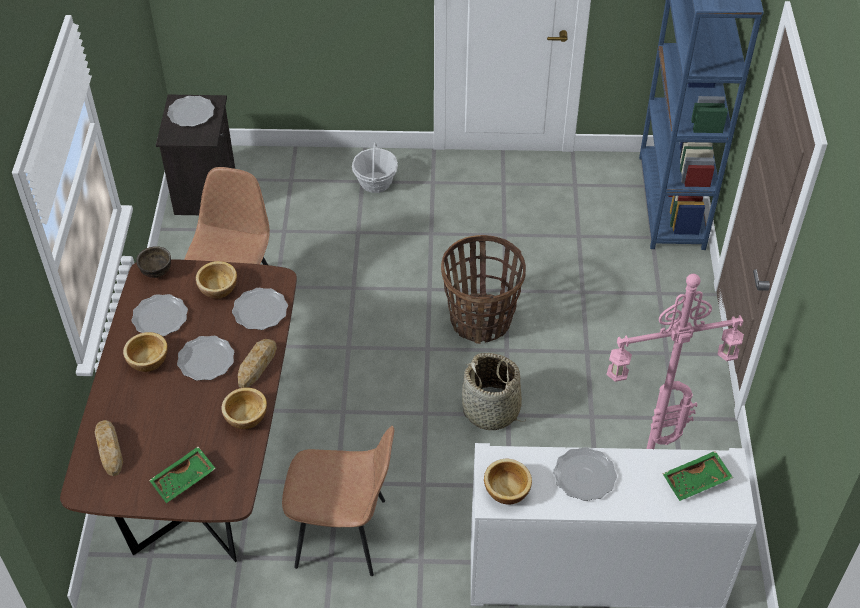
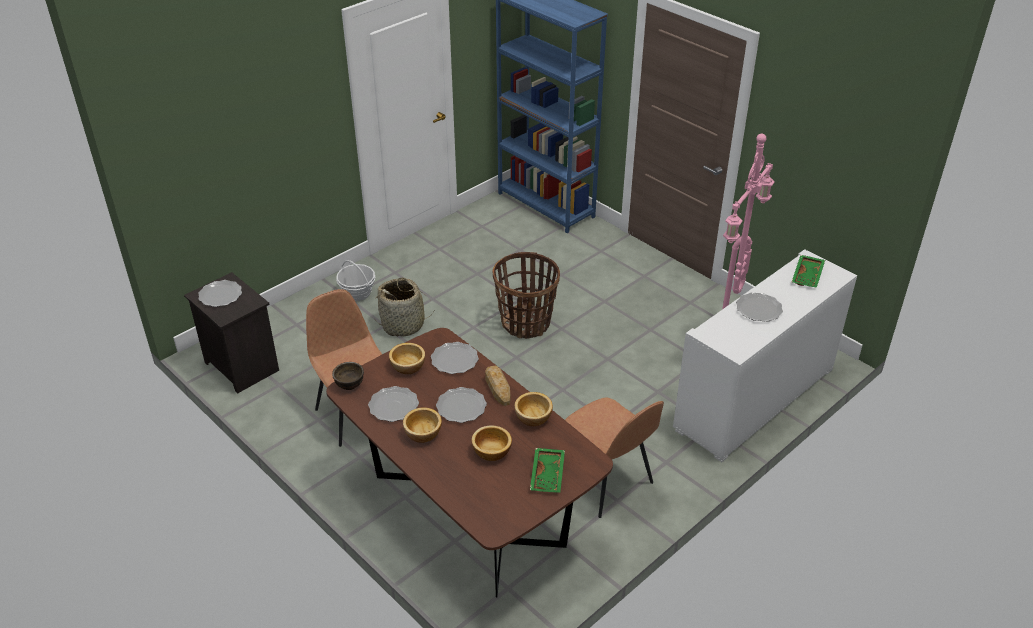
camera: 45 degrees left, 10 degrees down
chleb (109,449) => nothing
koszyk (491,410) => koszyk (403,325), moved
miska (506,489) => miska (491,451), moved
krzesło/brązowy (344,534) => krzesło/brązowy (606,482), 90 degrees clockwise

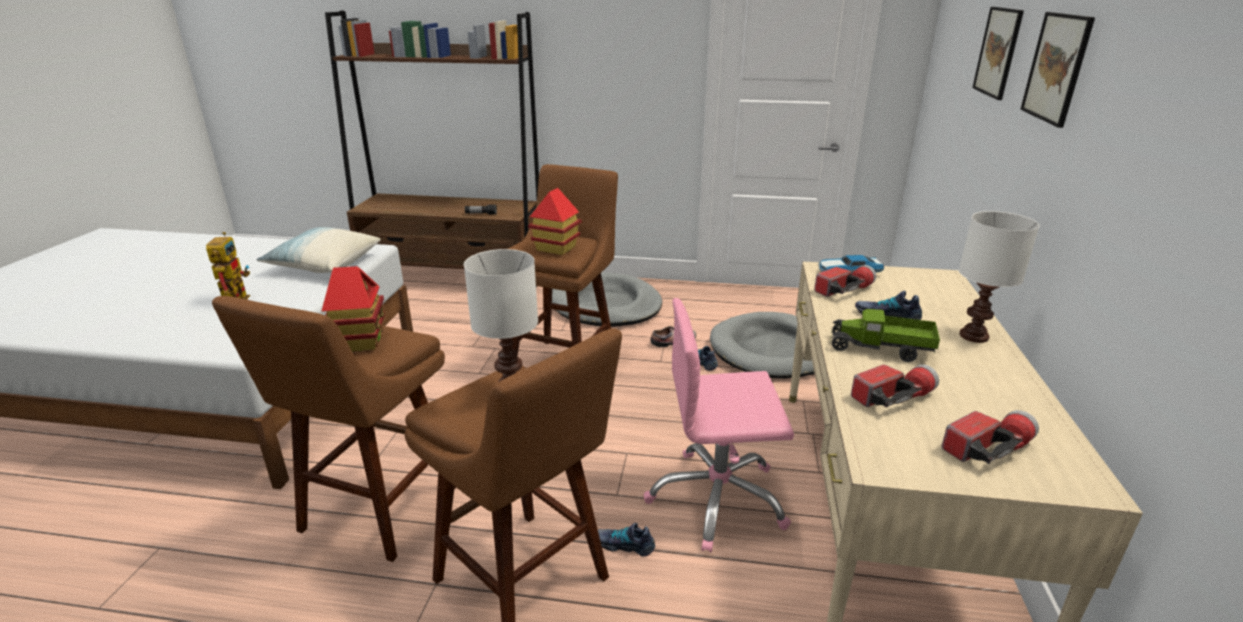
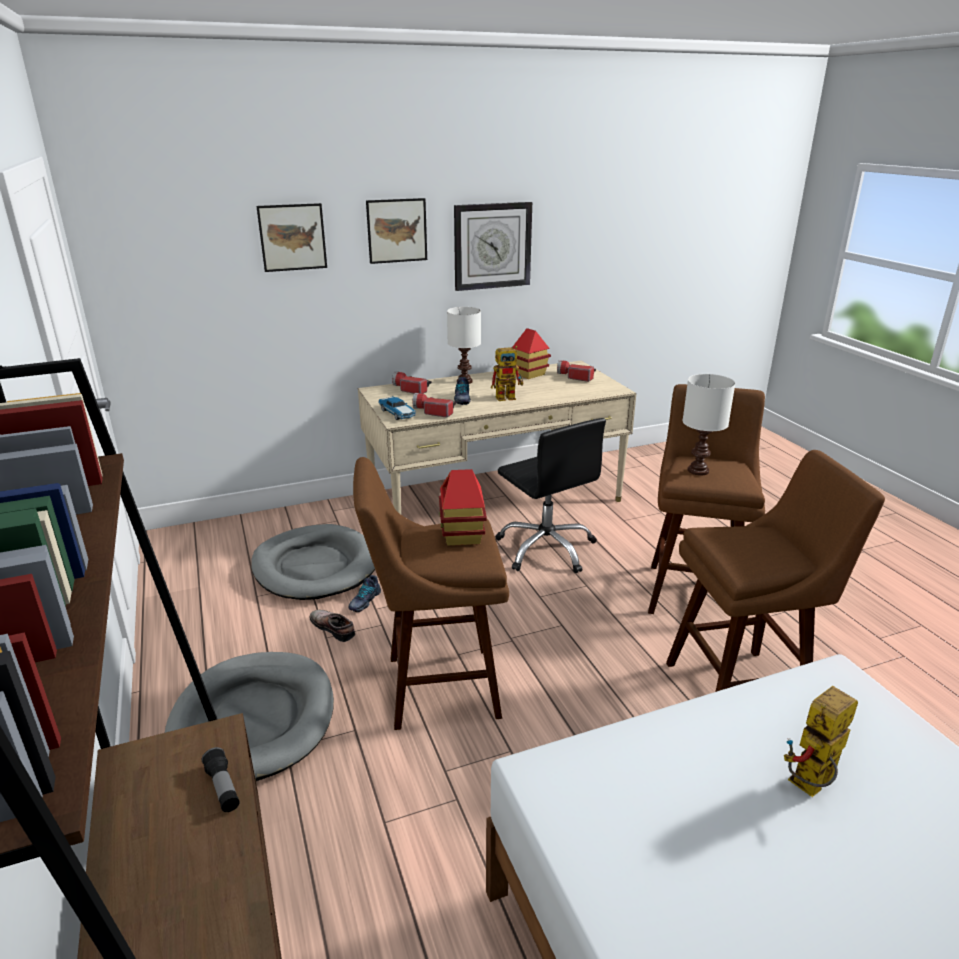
camera: 120 degrees left, 0 degrees up
poduszka (324,265) => nothing
but (623,544) => nothing
nothing => zegar ścienny (492,246)
domek (360,341) => domek (529,374), moved
latarka (893,397) => latarka (409,389), moved
ciężarówka zabawkowa (881,349) => robot zabawkowy (509,397)
krzesło biurowe/różowy (717,499) => krzesło biurowe/czarny (546,548)

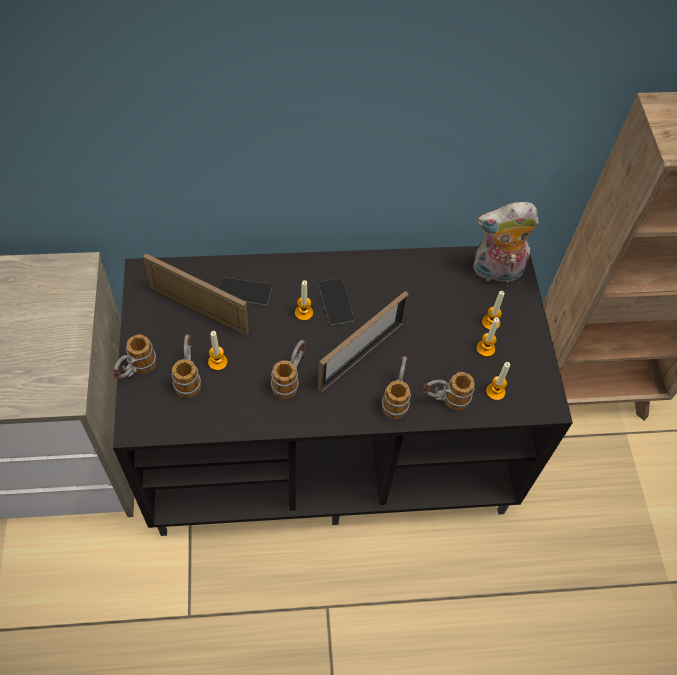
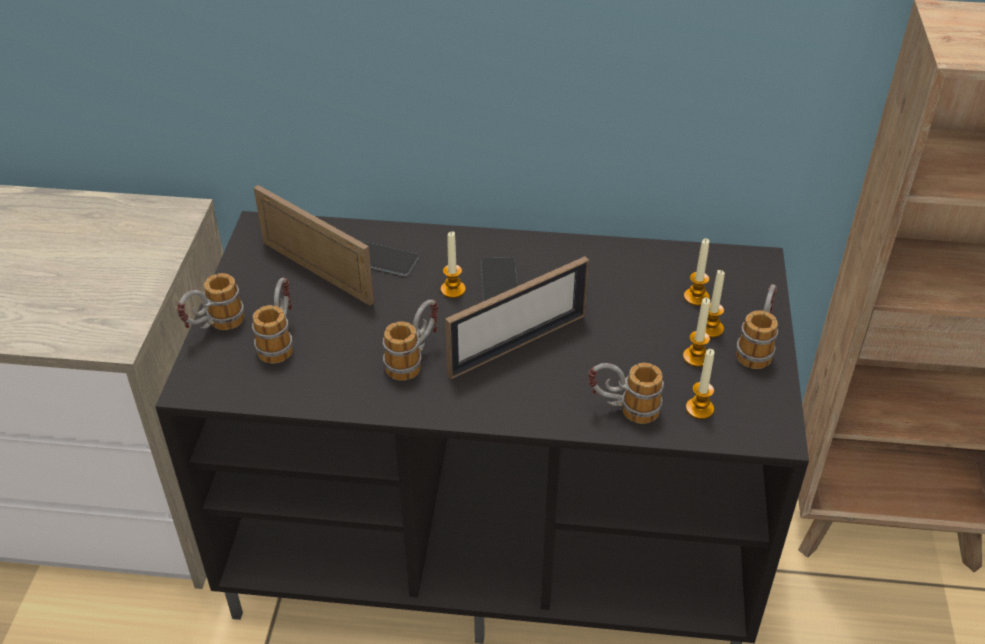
camera: 15 degrees right, 15 degrees down
pluszak (496,272) => nothing
świeca (217,362) => świeca (696,297), moved
kubek (396,396) => kubek (757,346), moved

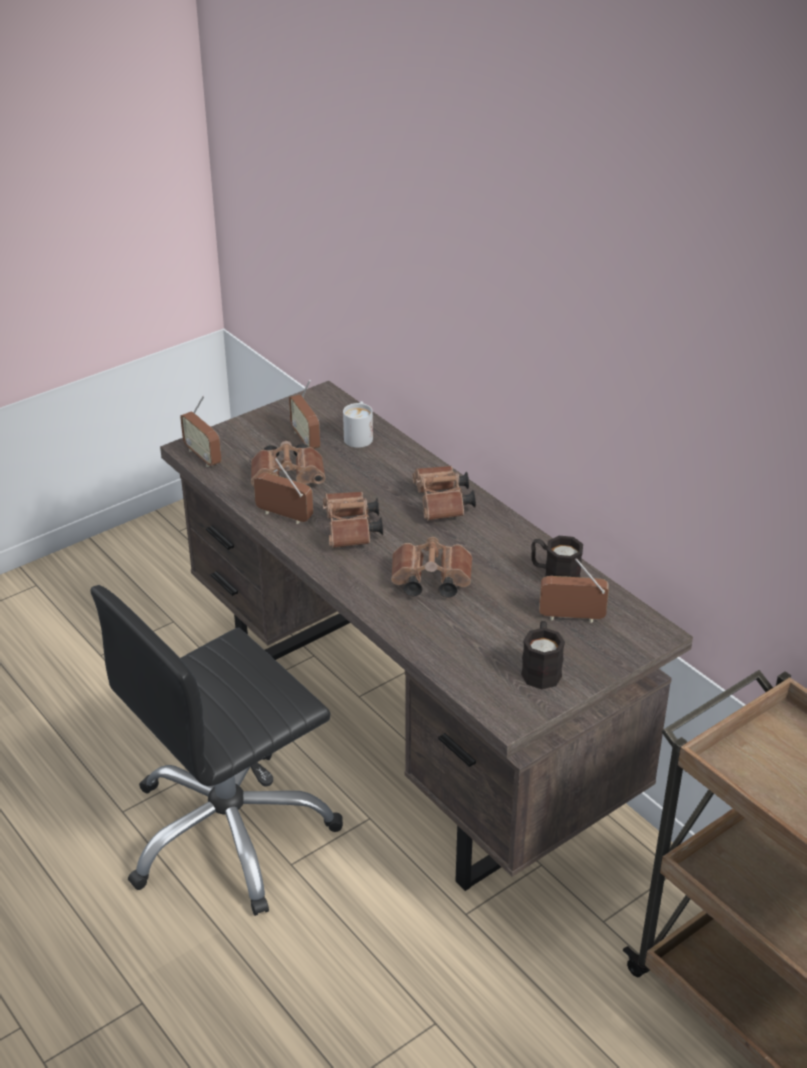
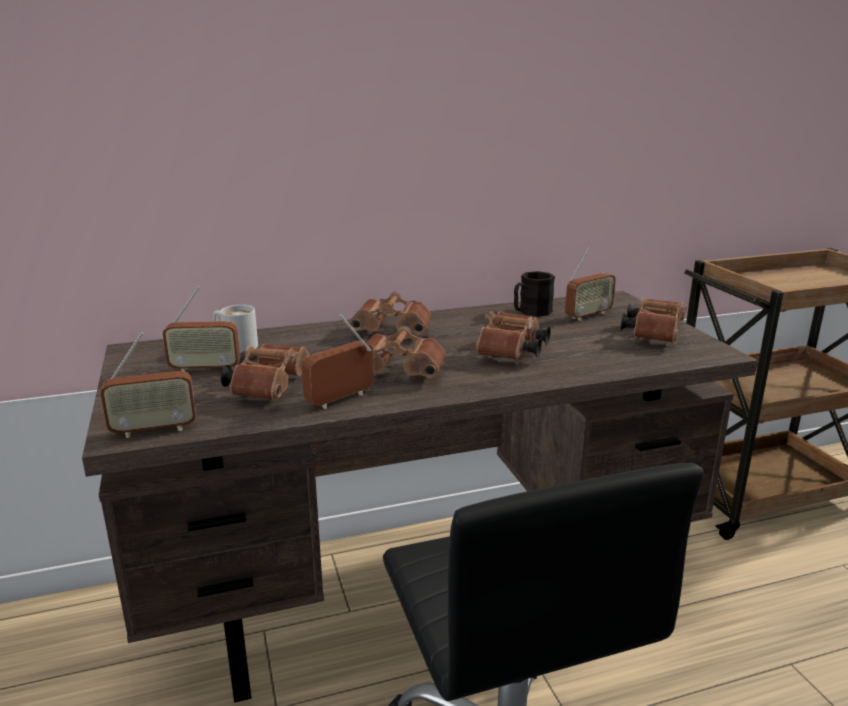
camera: 70 degrees left, 15 degrees down
kubek/czarny (541,669) => lornetka/brązowy (653,334)
radio (571,617) => radio (588,315), 150 degrees counterclockwise

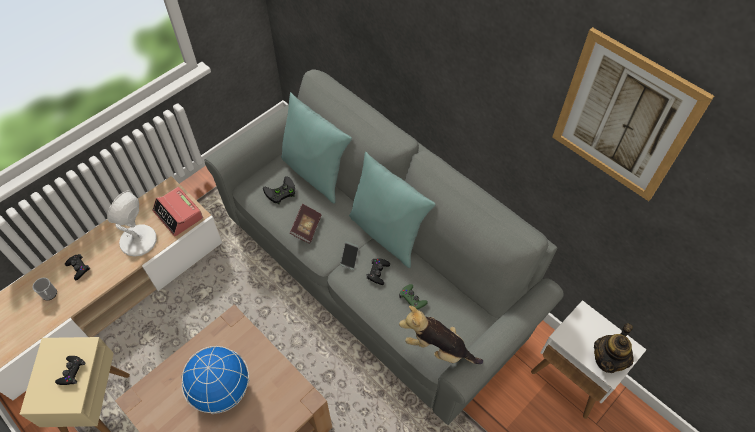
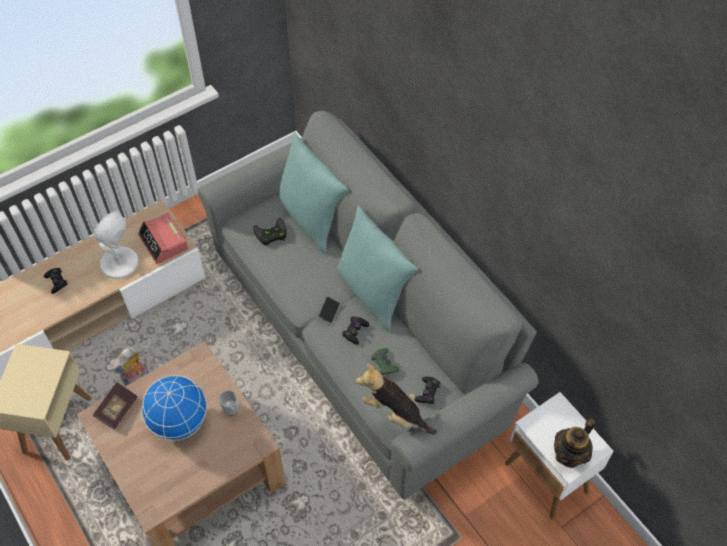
camera: 10 degrees right, 0 degrees up
obraz (623,118) => nothing
nothing => pluszak (136,379)
kubek (50,295) => kubek (231,410), moved
pad do gier/czarny (71,372) => pad do gier/czarny (428,392), moved
książka (306,228) => książka (117,409), moved

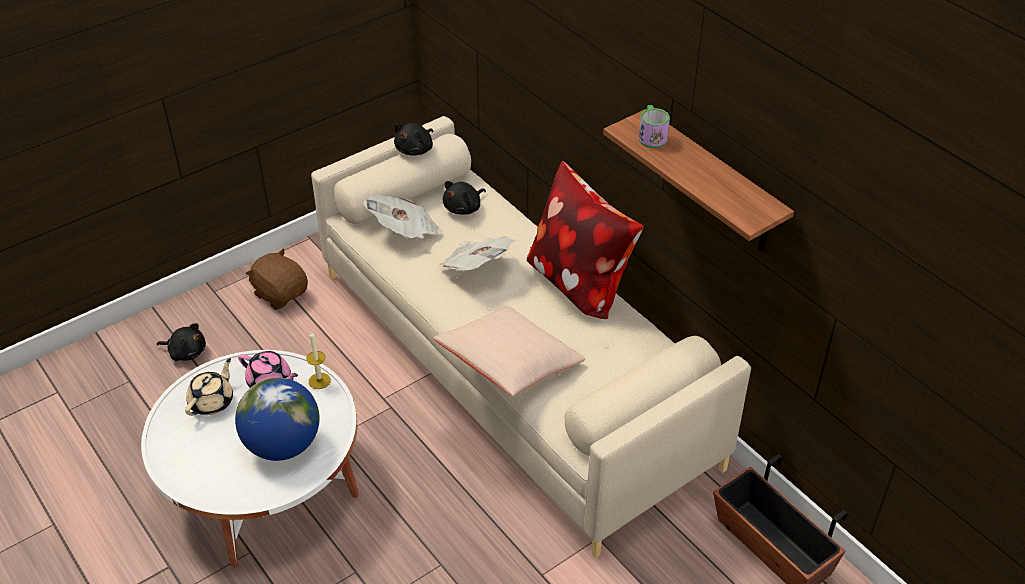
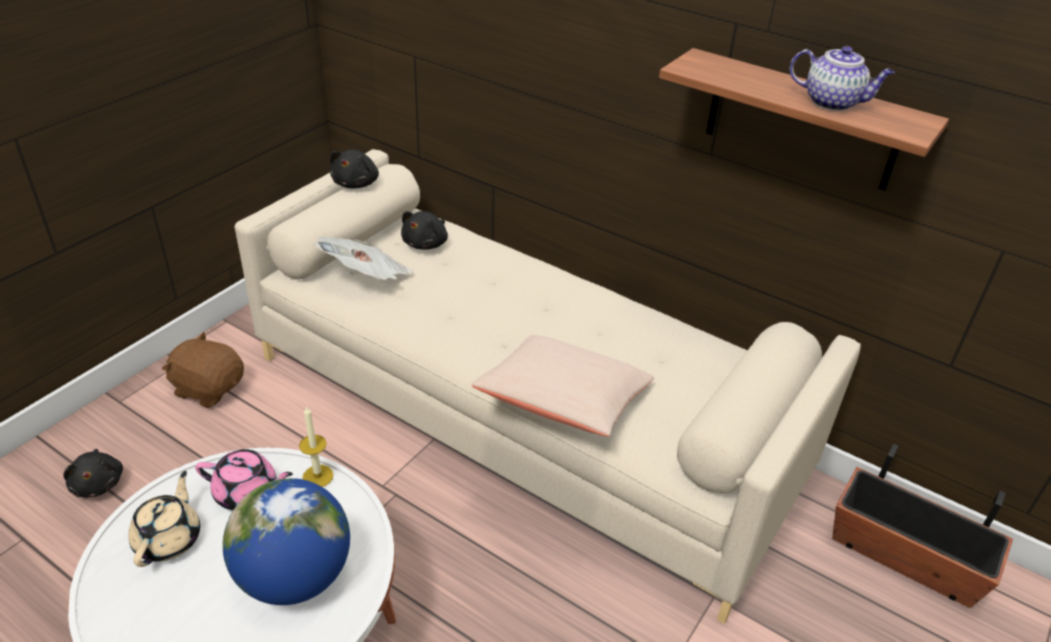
camera: 20 degrees left, 5 degrees down
gazeta (477,267) => nothing
poduszka (579,282) => nothing
kubek (651,136) => nothing
nothing => imbryk (833,102)
pluszak/czarny (186,352) => pluszak/czarny (98,483), 75 degrees clockwise

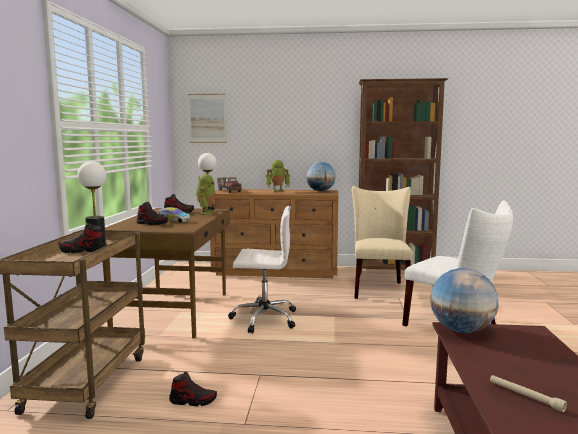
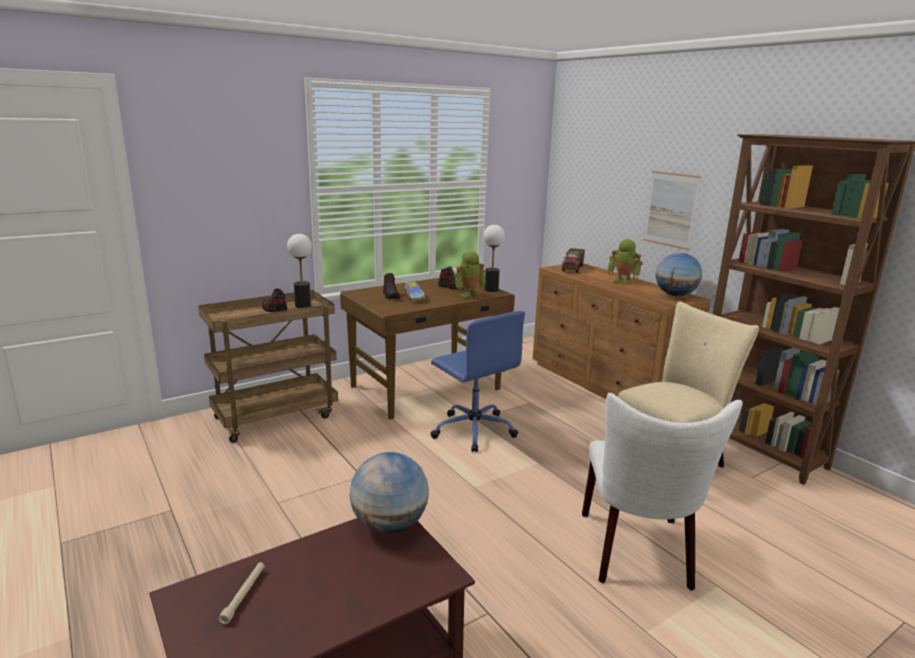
camera: 50 degrees right, 10 degrees up
but (193,401) => nothing
obraz (207,118) => obraz (671,210), moved
krzesło biurowe/biały (263,318) => krzesło biurowe/niebieski (473,430)

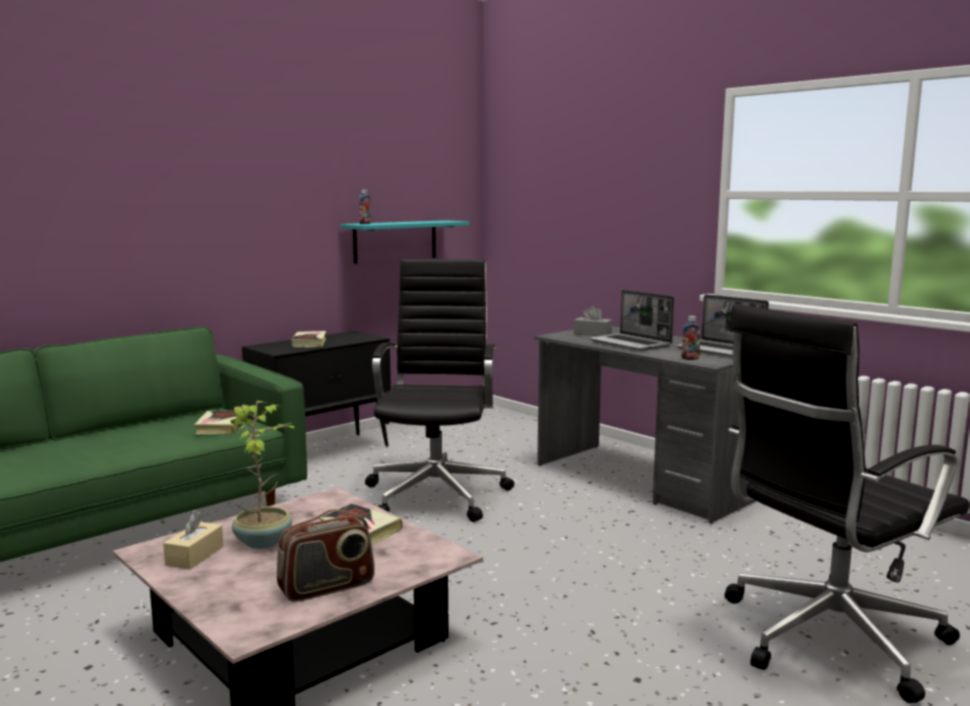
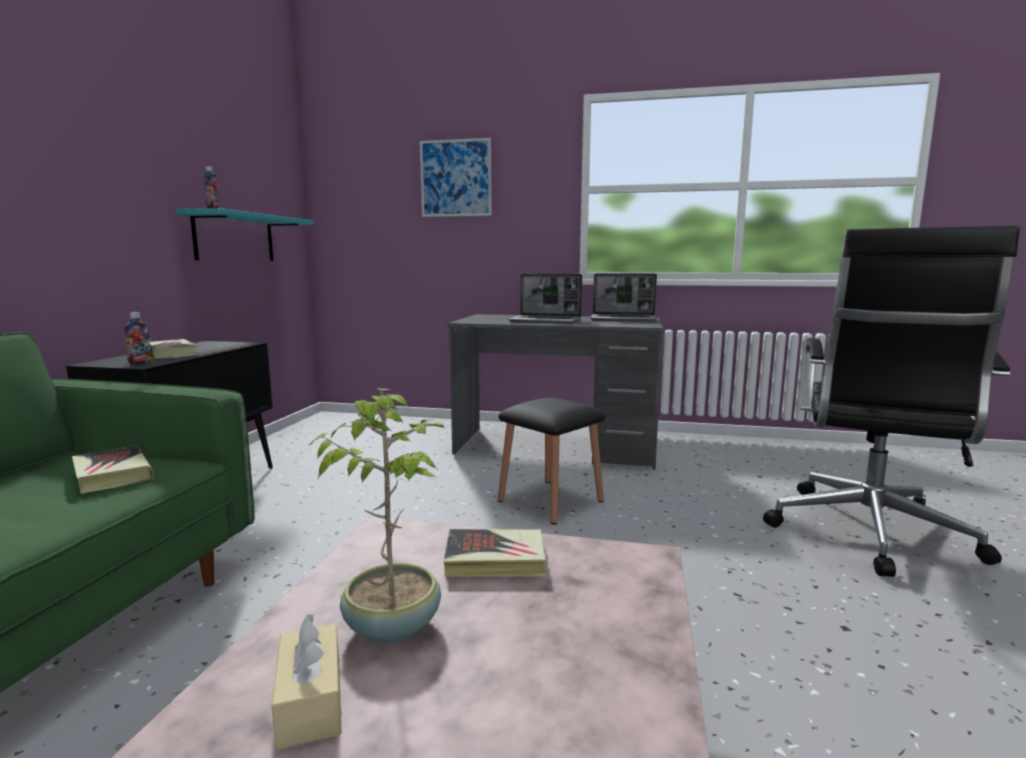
camera: 35 degrees left, 0 degrees up
radio (327,587) => nothing
krzesło biurowe/czarny (438,493) => nothing
pudełko chusteczek/szary (592,334) => nothing
nothing => obraz (456,178)
nothing => stołek/czarny (550,500)
butelka (690,359) => butelka (141,363), moved

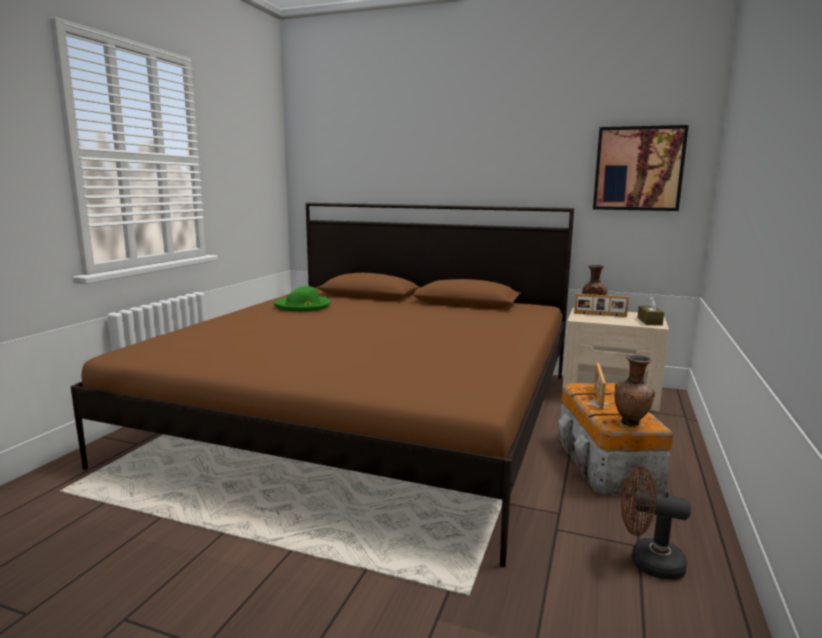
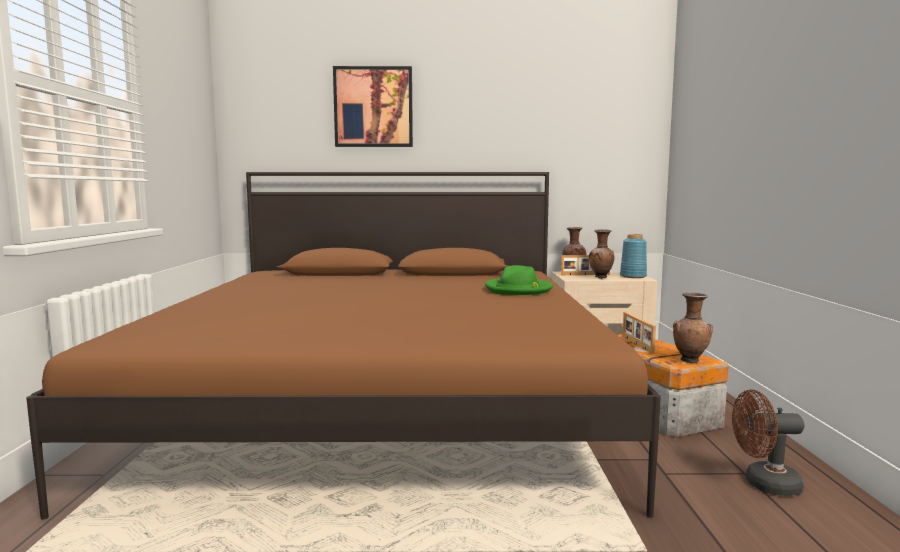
camera: 20 degrees left, 5 degrees down
nothing => wazon/brązowy (601,278)
kapelusz/zielony (303,306) => kapelusz/zielony (518,290), moved
obraz (638,169) => obraz (373,107), moved
pudełko chusteczek/brązowy (649,321) => wazon/niebieski (633,276)

